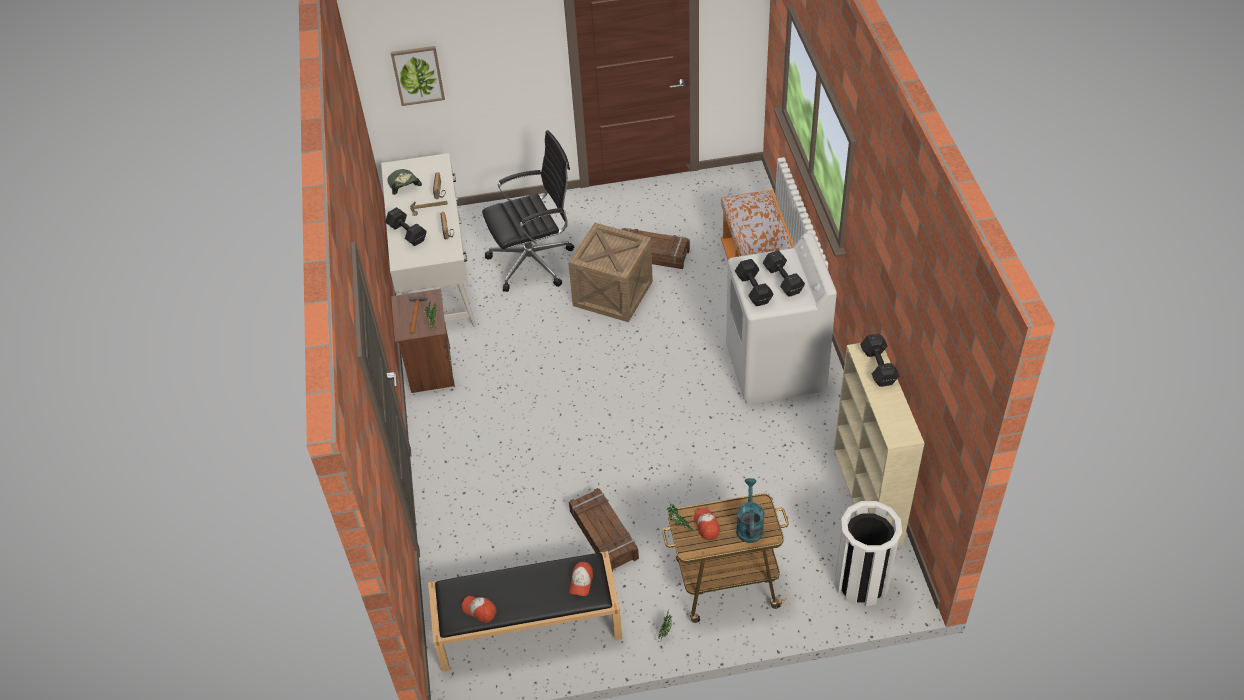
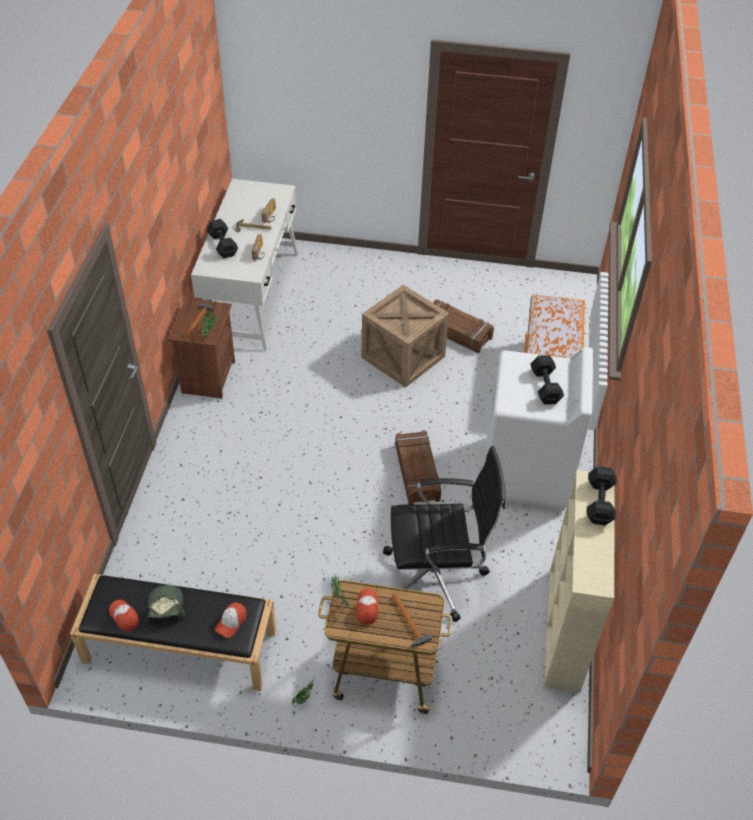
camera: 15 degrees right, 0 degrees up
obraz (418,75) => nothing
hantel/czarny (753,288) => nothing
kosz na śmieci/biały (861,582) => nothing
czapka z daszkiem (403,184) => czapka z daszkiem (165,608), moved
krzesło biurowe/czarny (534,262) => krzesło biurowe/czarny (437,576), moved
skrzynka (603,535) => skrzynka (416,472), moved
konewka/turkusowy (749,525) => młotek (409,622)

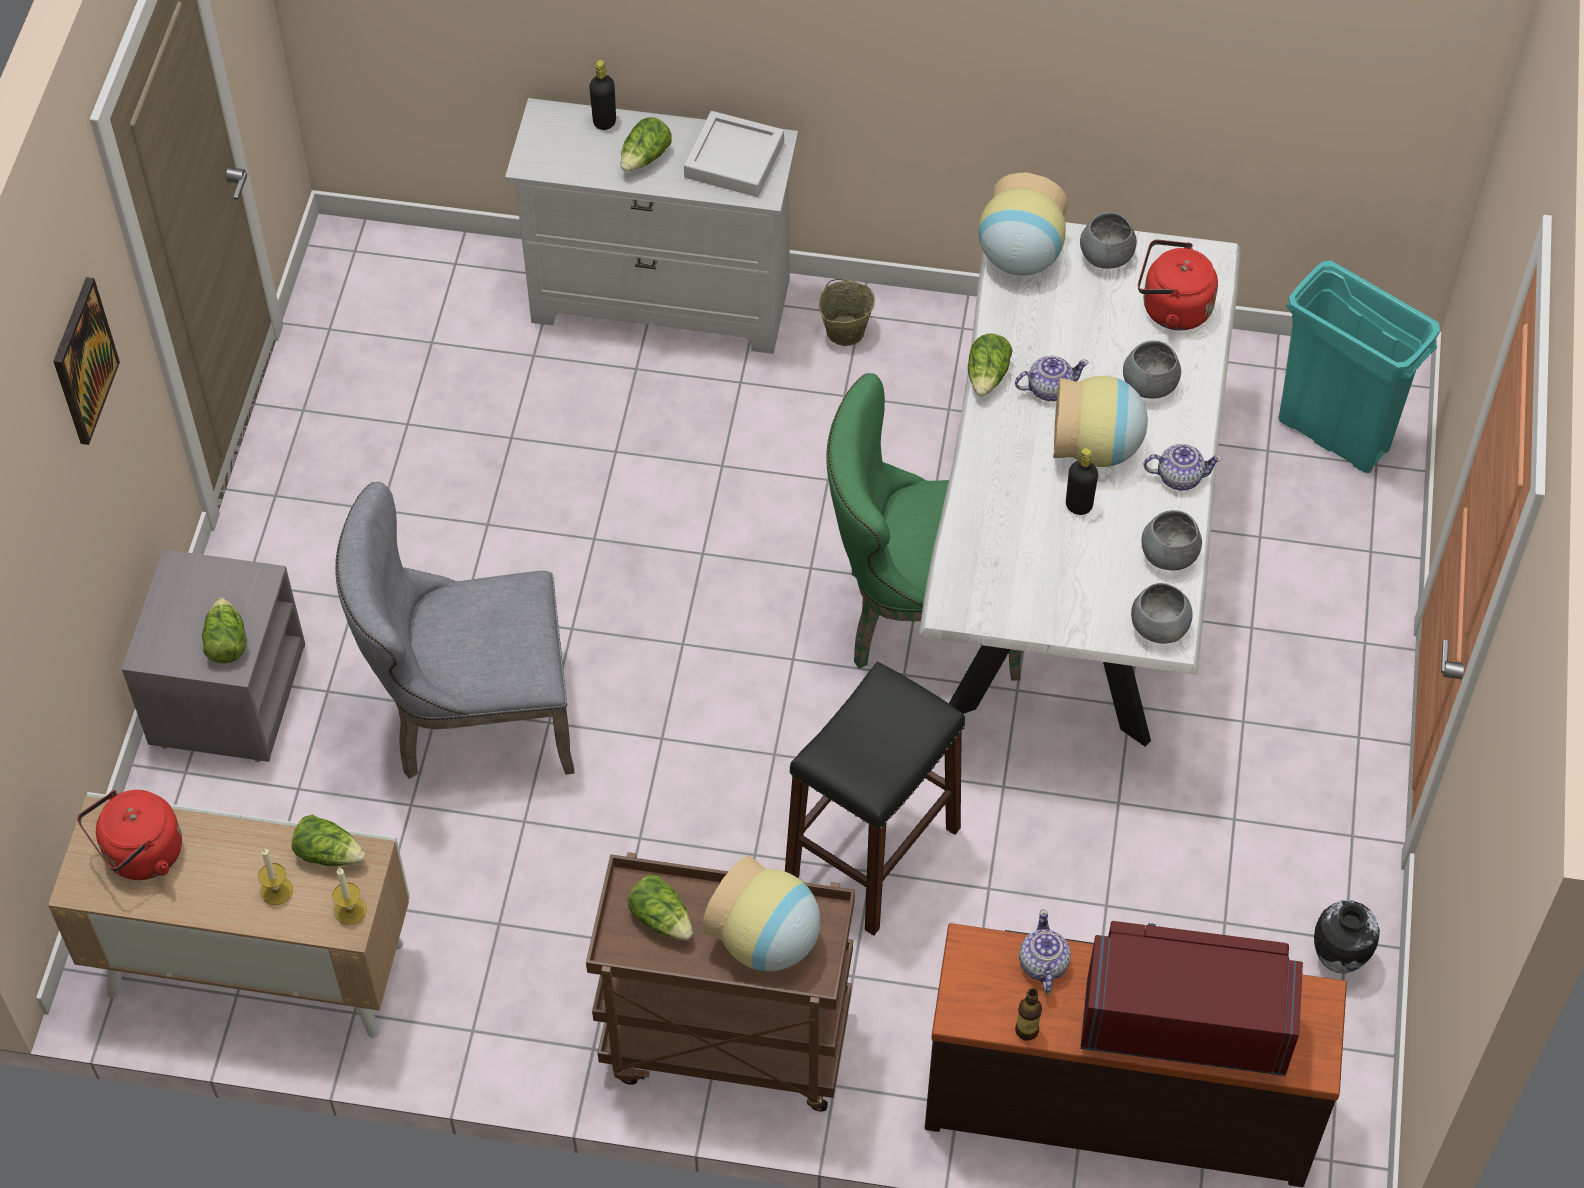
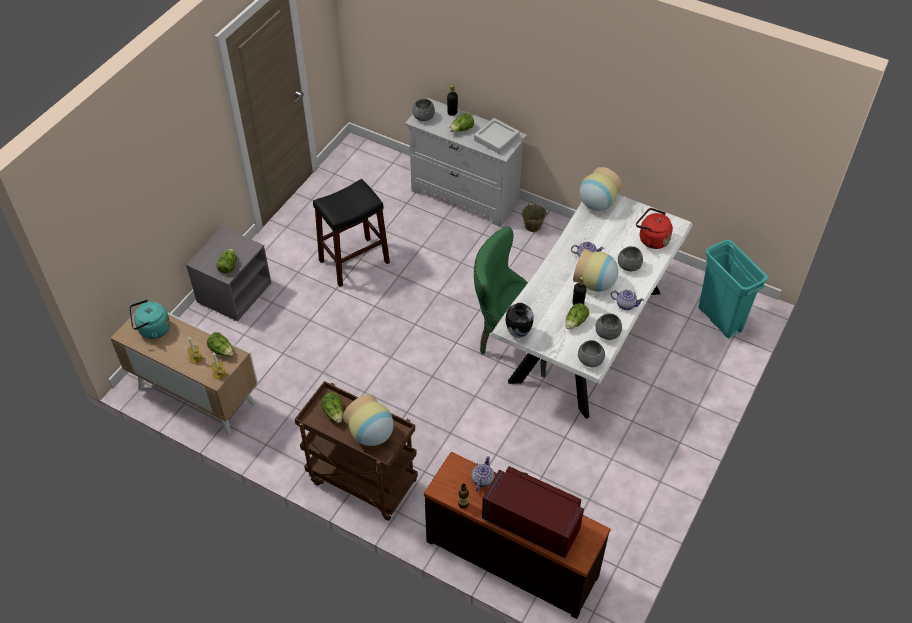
camera: 20 degrees right, 5 degrees down
obraz (83,361) => nothing
krzesło/szary (470,719) => nothing
stołek/czarny (873,852) => stołek/czarny (354,261), moved
sałata (987,376) => sałata (575,322), moved
miska/szary (1107,257) => miska/szary (424,117), moved
wazon (1337,958) => wazon (518,332), moved
czajnik/czerwony (140,855) => czajnik/turkusowy (152,330)

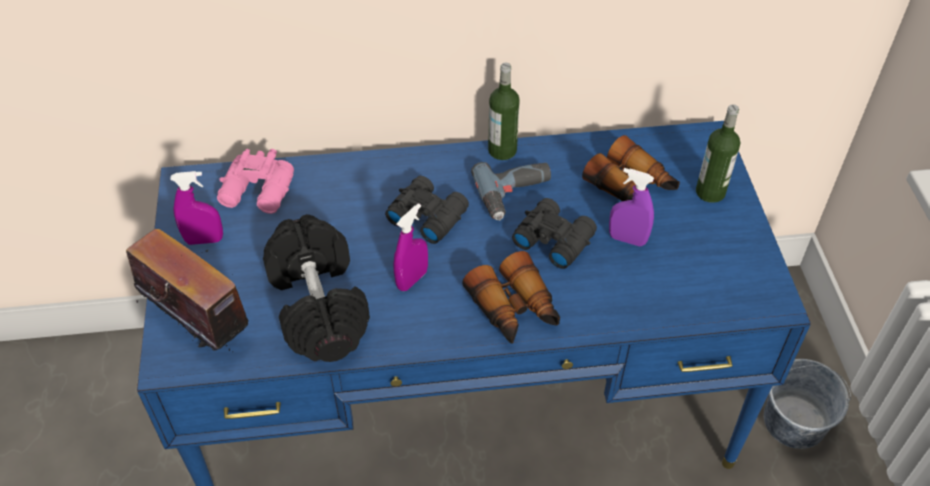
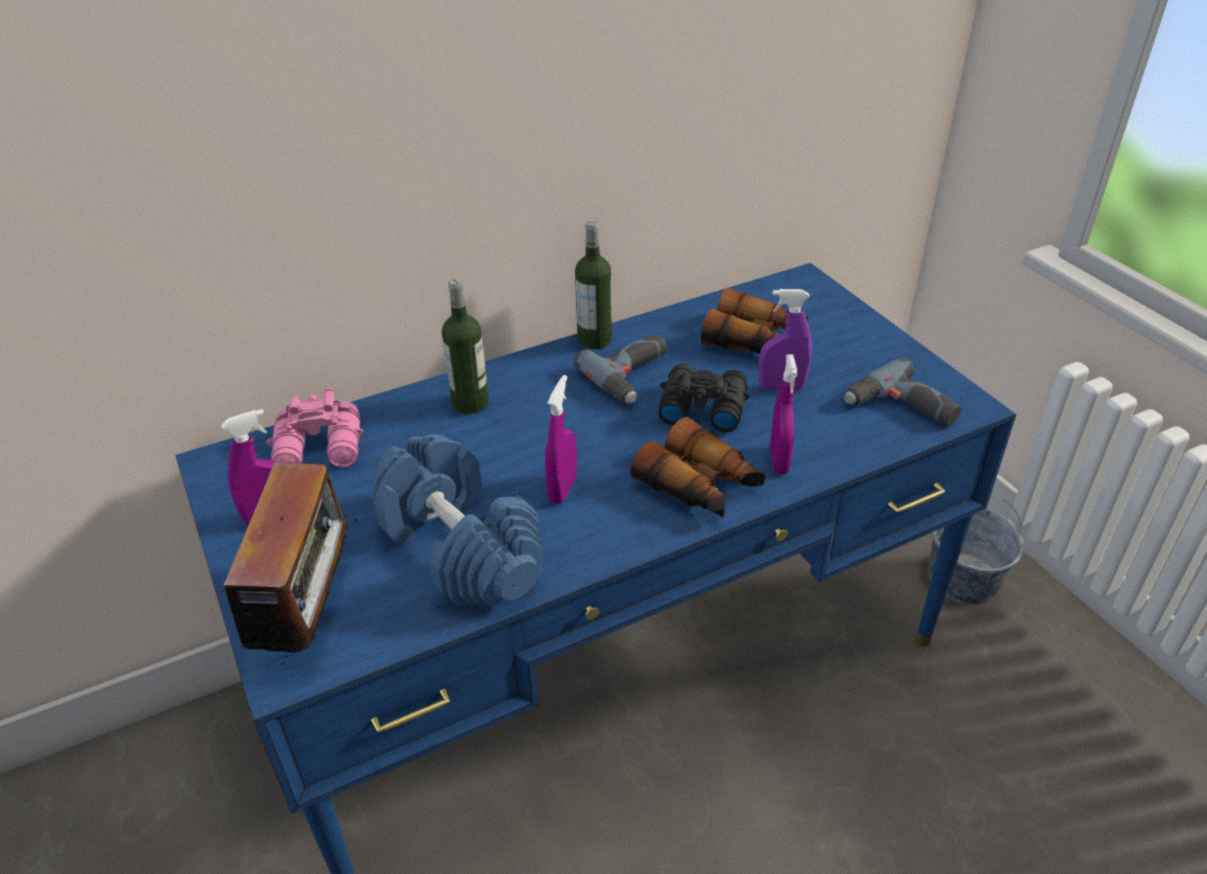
camera: 20 degrees left, 10 degrees down
lornetka/czarny (427,215) => nothing
nothing => spryskiwacz/fioletowy (779,461)
nothing => wiertarka (901,409)
butelka (710,192) => butelka (470,403), moved
hantel/czarny (319,306) => hantel/niebieski (462,548)
radio (200,325) => radio (311,614), 75 degrees clockwise

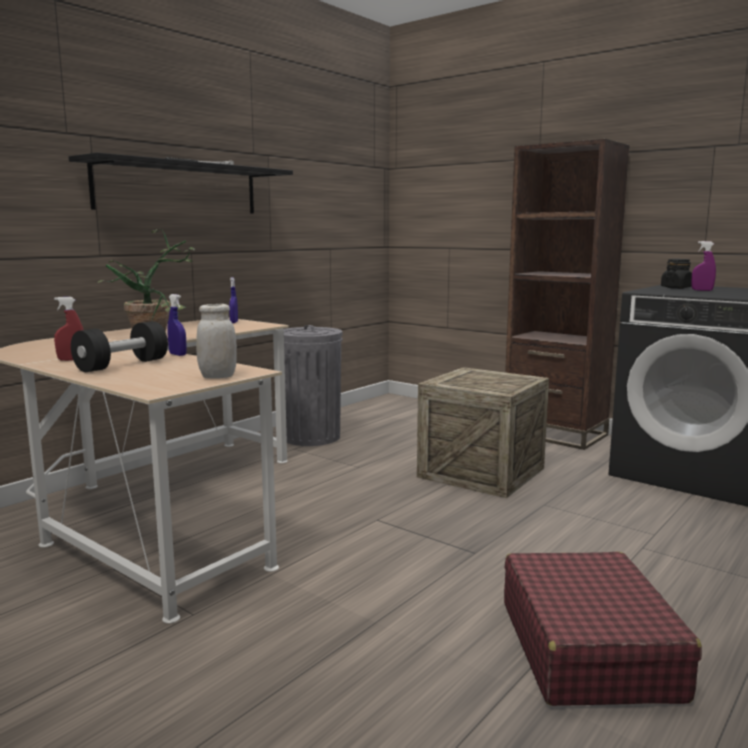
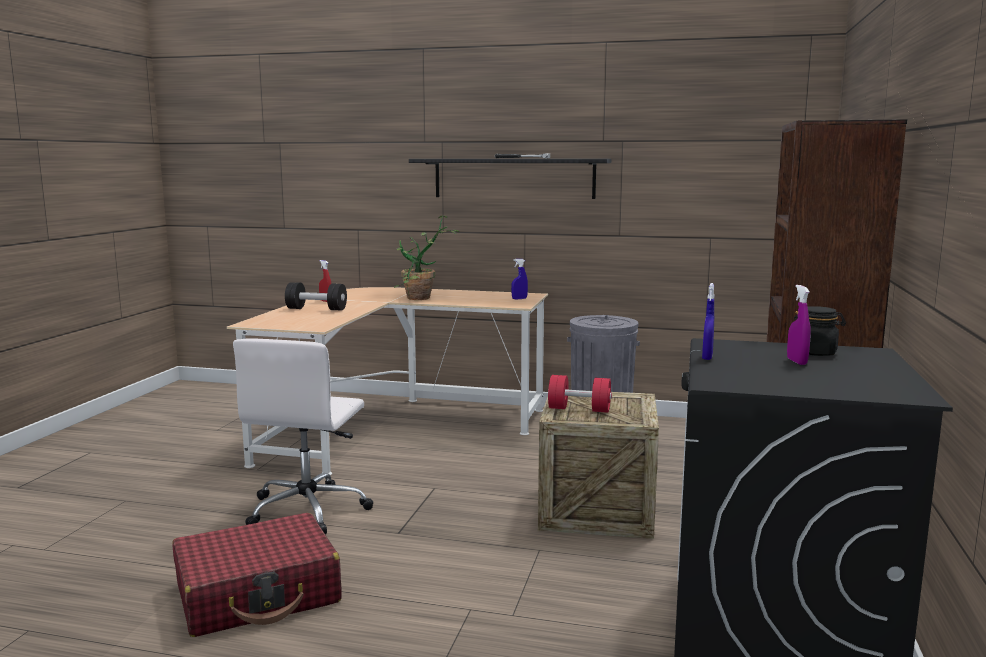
camera: 65 degrees right, 0 degrees up
słoik/biały (218,376) => nothing
nothing => krzesło biurowe/biały (309,509)
nothing => hantel/czerwony (579,409)
spryskiwacz/niebieski (177,355) => spryskiwacz/niebieski (707,357), moved

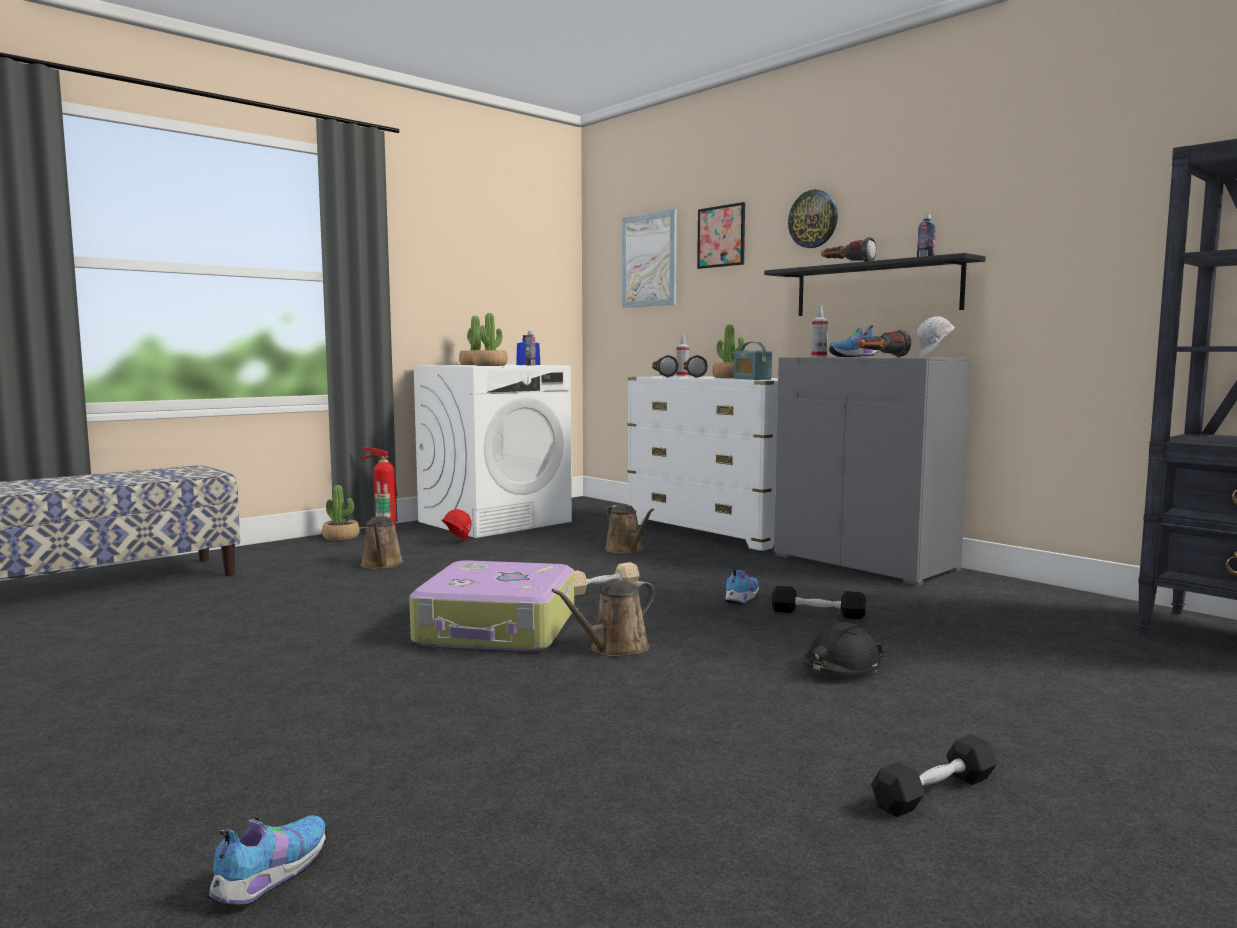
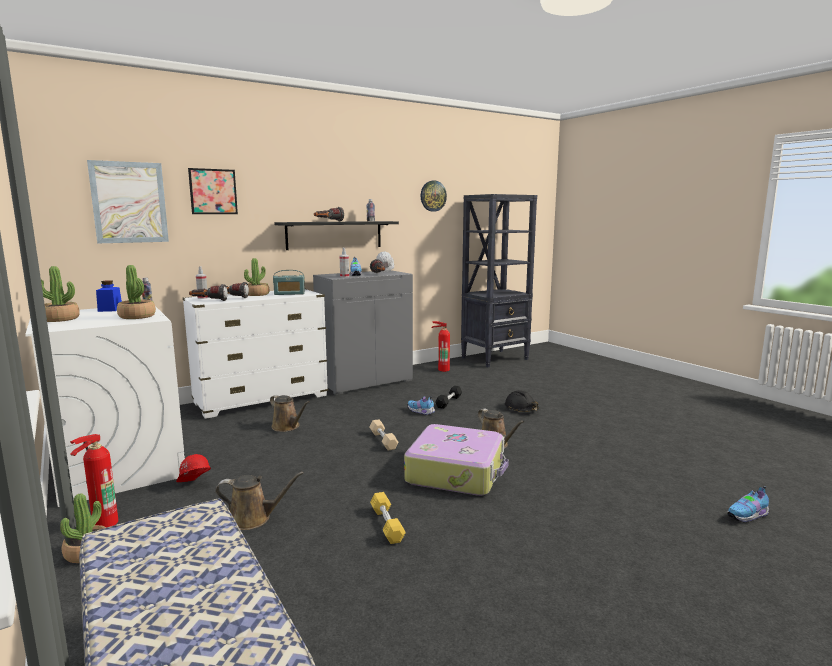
camera: 80 degrees left, 5 degrees up
hantel/czarny (935,792) => nothing
nothing => hantel/żółty (387,524)
nothing => gaśnica (443,369)
zegar ścienny (813,219) => zegar ścienny (433,196), moved
but (269,879) => but (748,516), 60 degrees counterclockwise
konewka/brązowy (626,550) => konewka/brązowy (287,427), 60 degrees clockwise

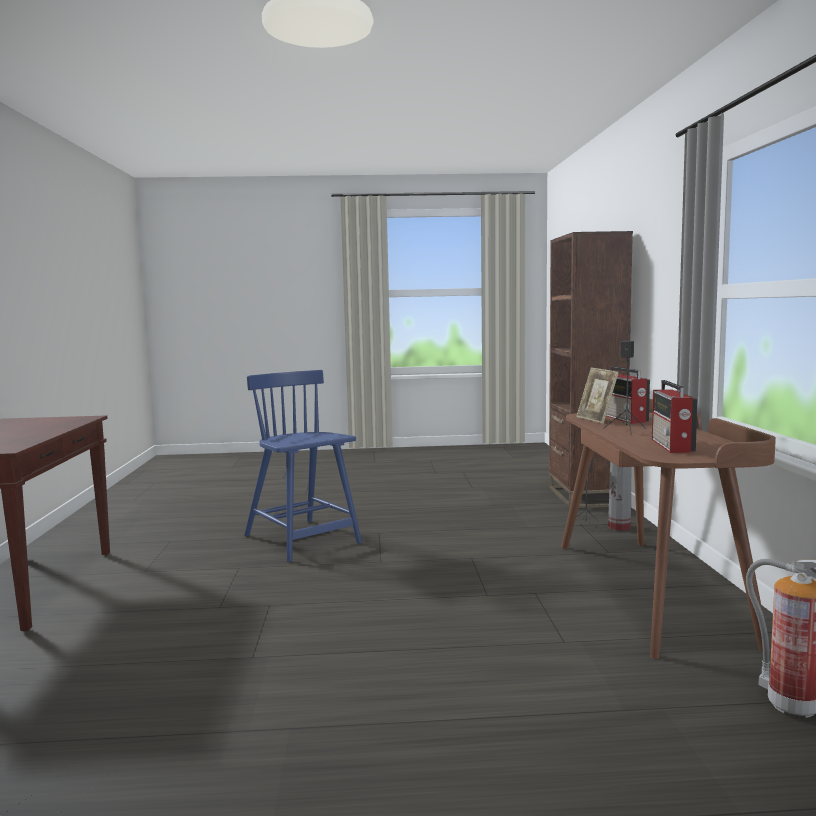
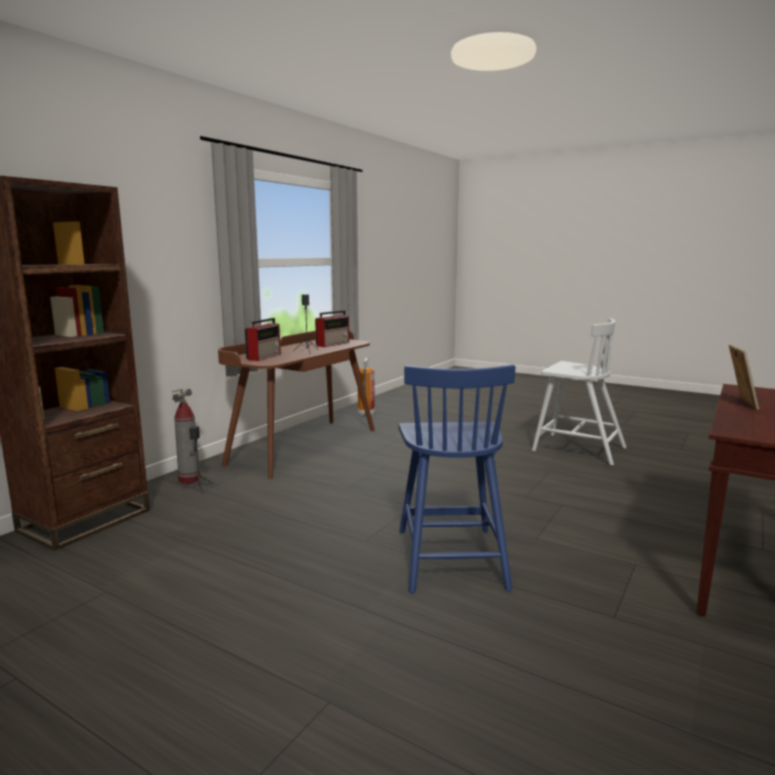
camera: 145 degrees left, 5 degrees up
nothing => krzesło/biały (577,449)
ramka na zdjęcie (596,420) => ramka na zdjęcie (739,403), moved

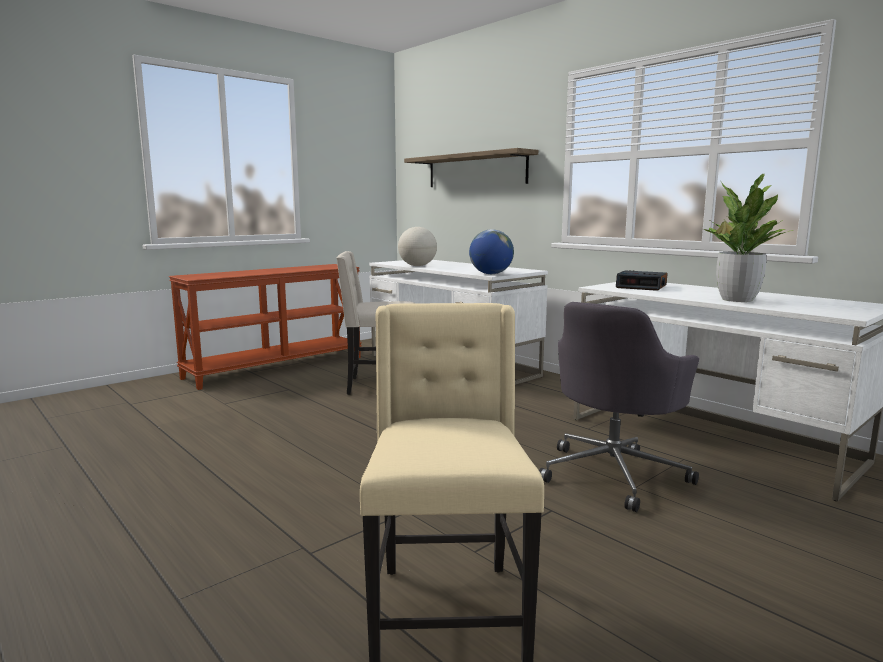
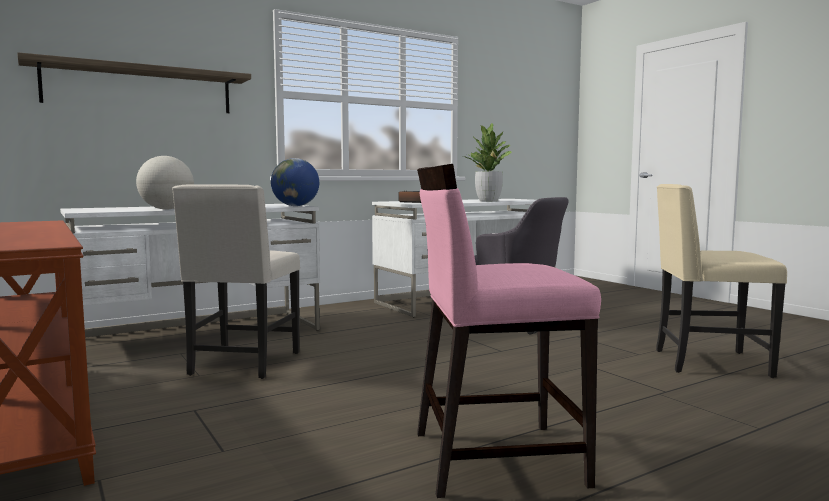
camera: 80 degrees left, 5 degrees down
nothing => krzesło/różowy (494,457)

